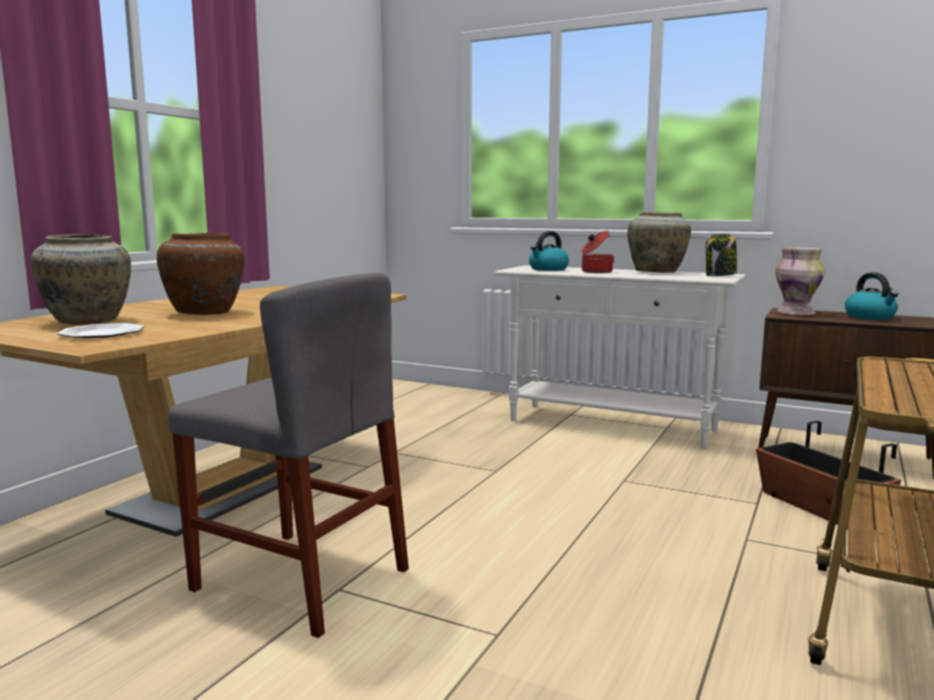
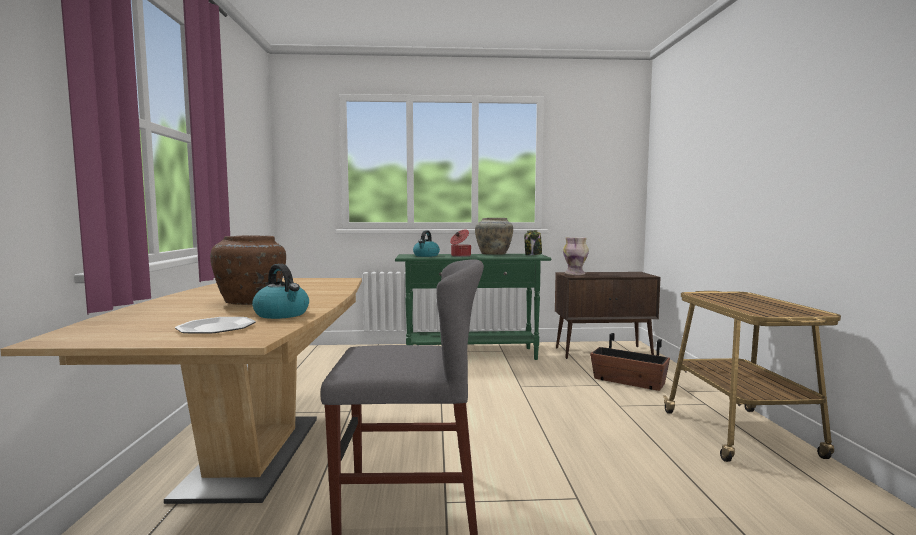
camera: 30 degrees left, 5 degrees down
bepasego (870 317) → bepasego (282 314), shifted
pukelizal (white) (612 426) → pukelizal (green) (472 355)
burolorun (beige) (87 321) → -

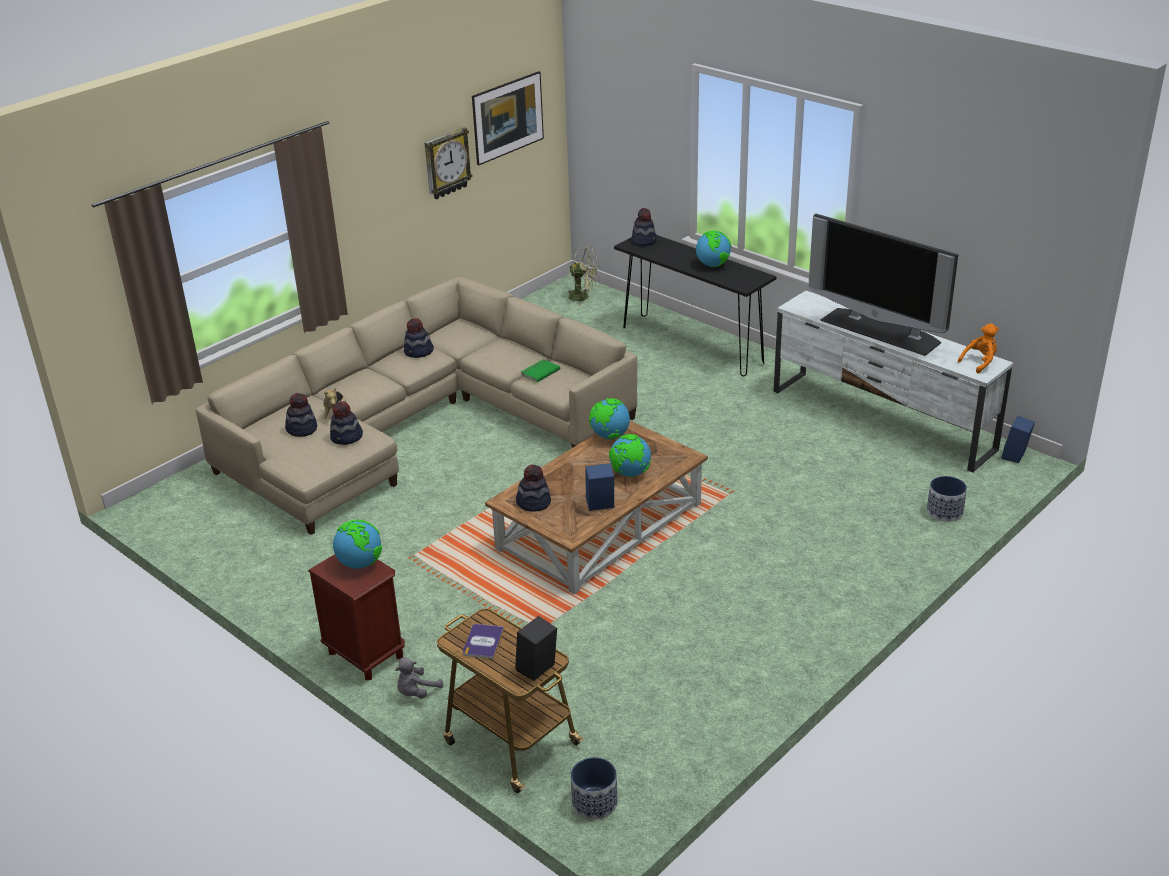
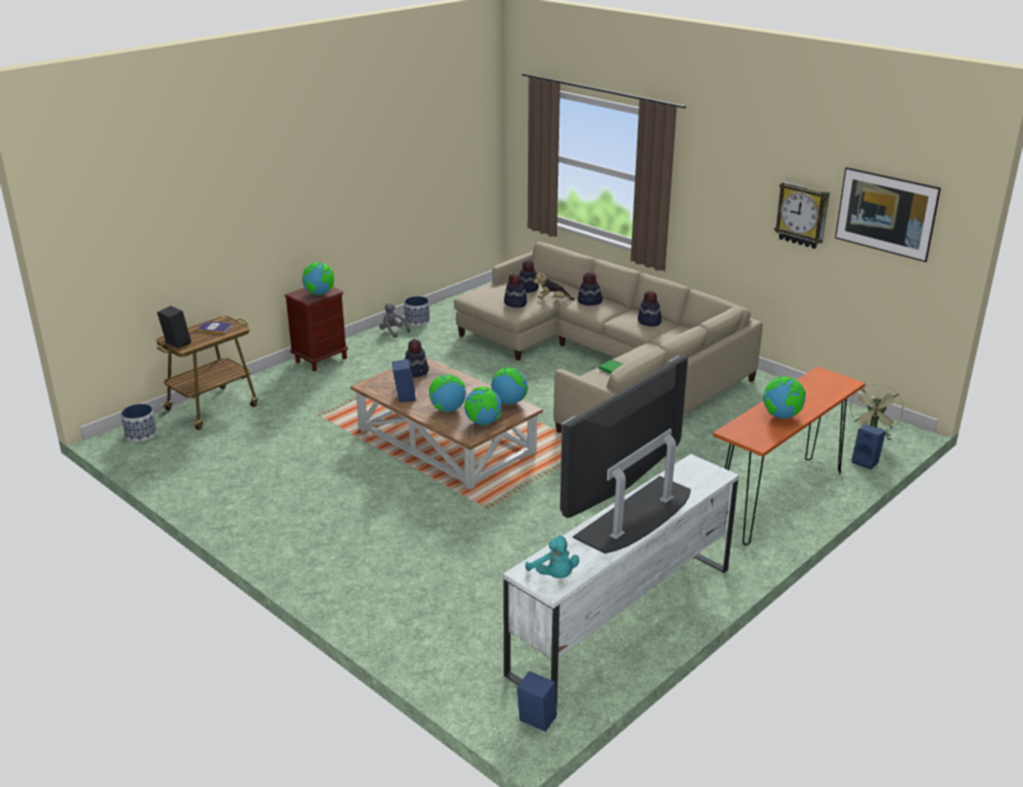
camera: 90 degrees right, 5 degrees down
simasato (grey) (416 692) → simasato (grey) (393 332), shifted
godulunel (944 512) → godulunel (417 321), shifted
- → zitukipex (483 423)
simasato (orange) (980 362) → simasato (turquoise) (554 576)
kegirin (644 241) → kegirin (589 302), shifted
pukelizal (black) (692 345) → pukelizal (orange) (779 500)
- → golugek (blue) (866 462)

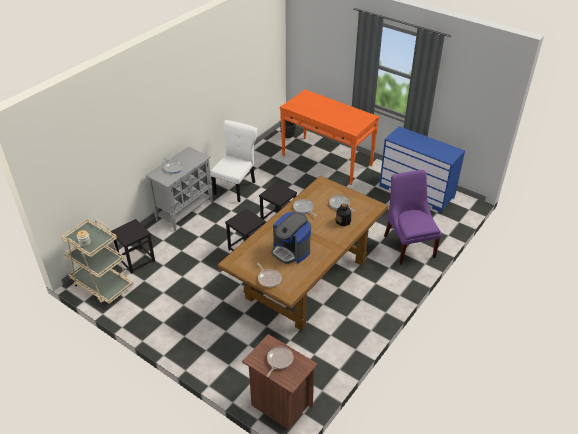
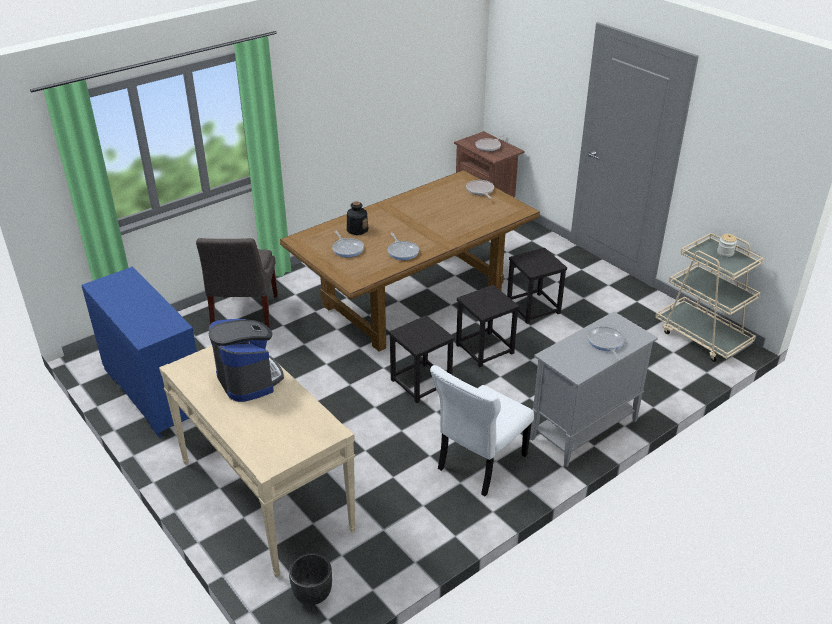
camera: 165 degrees left, 5 degrees down
pukelizal (orange) (327 160) → pukelizal (beige) (265 495)
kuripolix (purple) (408 244) → kuripolix (grey) (244 316)
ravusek (291 251) → ravusek (249 379), shifted
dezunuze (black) (136 260) → dezunuze (black) (533 308), shifted

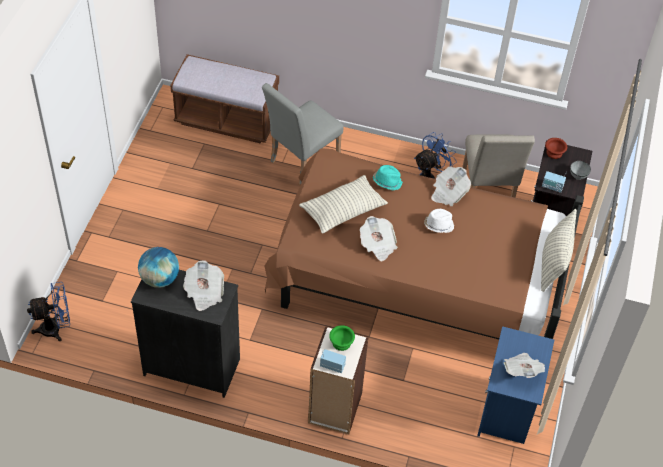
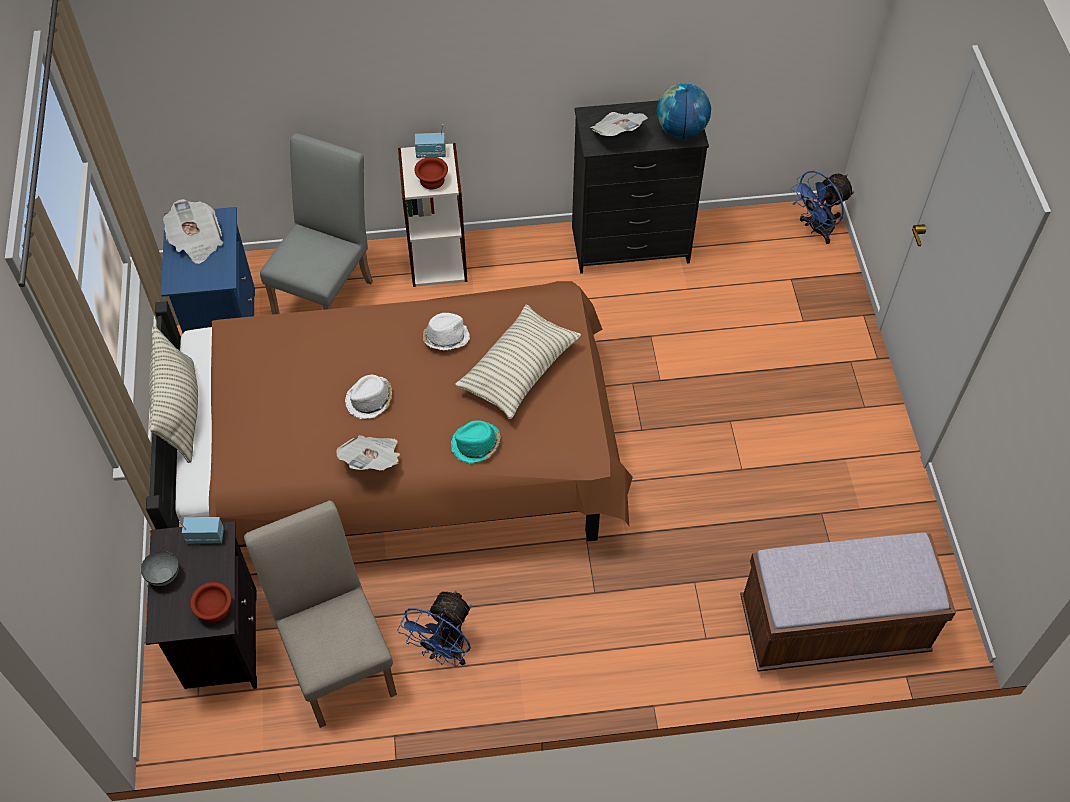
camera: 160 degrees right, 5 degrees up
kuripolix (grey) (301 162) → kuripolix (grey) (328 295), shifted
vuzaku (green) (341 343) → vuzaku (brown) (432 180)
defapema (377 245) → kegirin (white) (445 337)

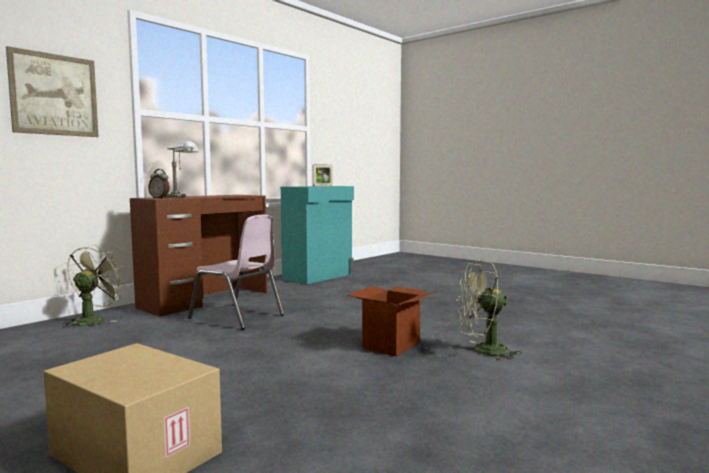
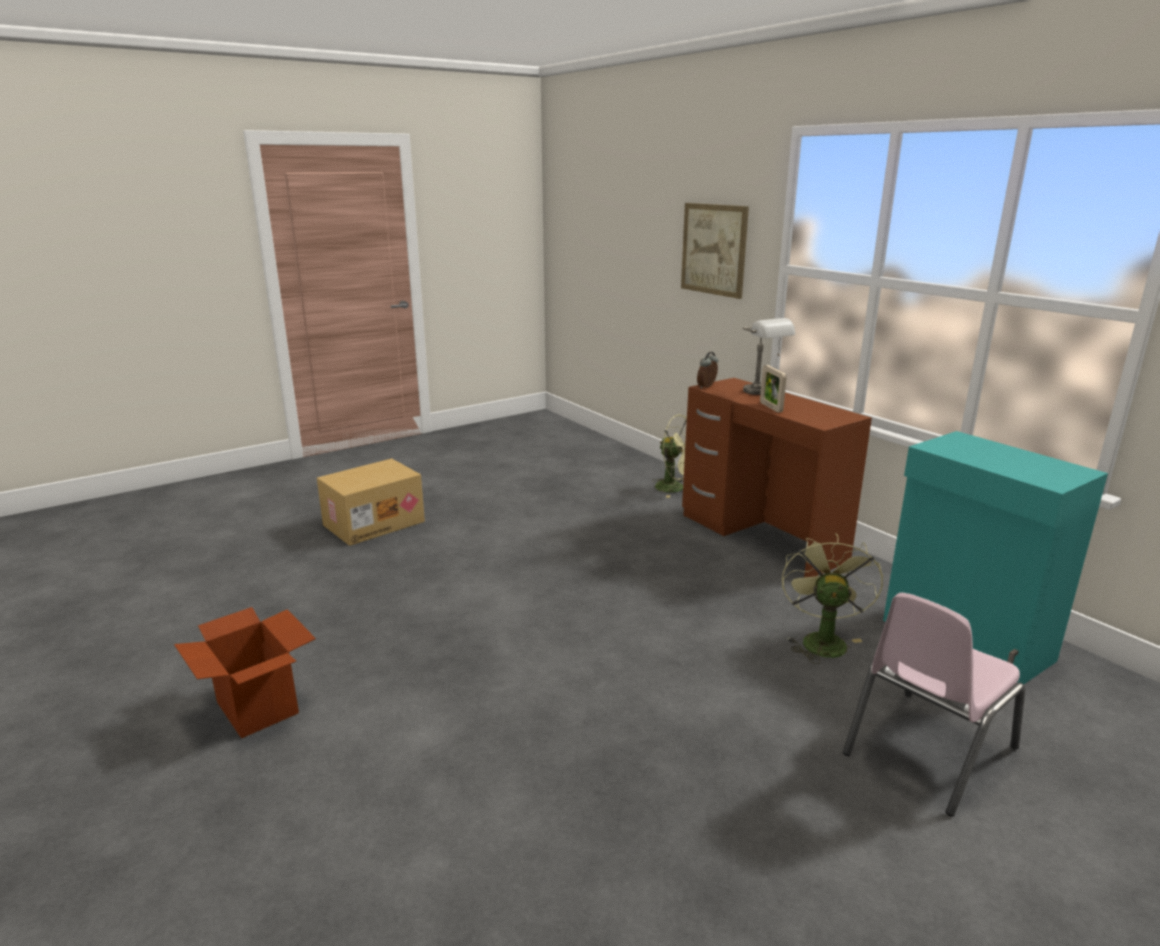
camera: 105 degrees right, 15 degrees up
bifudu (391 345) → bifudu (258 708), shifted
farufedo (322 186) → farufedo (771 407), shifted
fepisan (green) (483 351) → fepisan (green) (821 640), shifted
kuripolix (pink) (237 317) → kuripolix (pink) (927 750), shifted

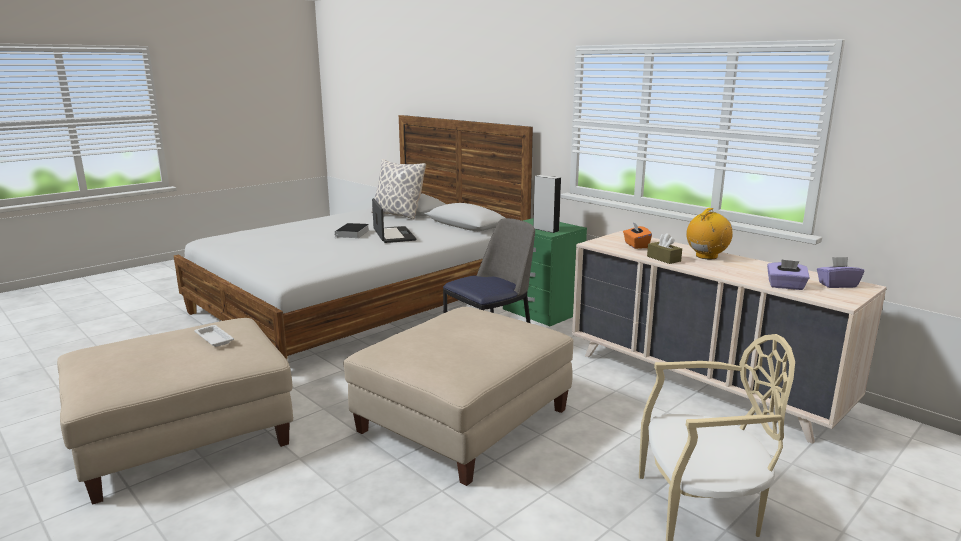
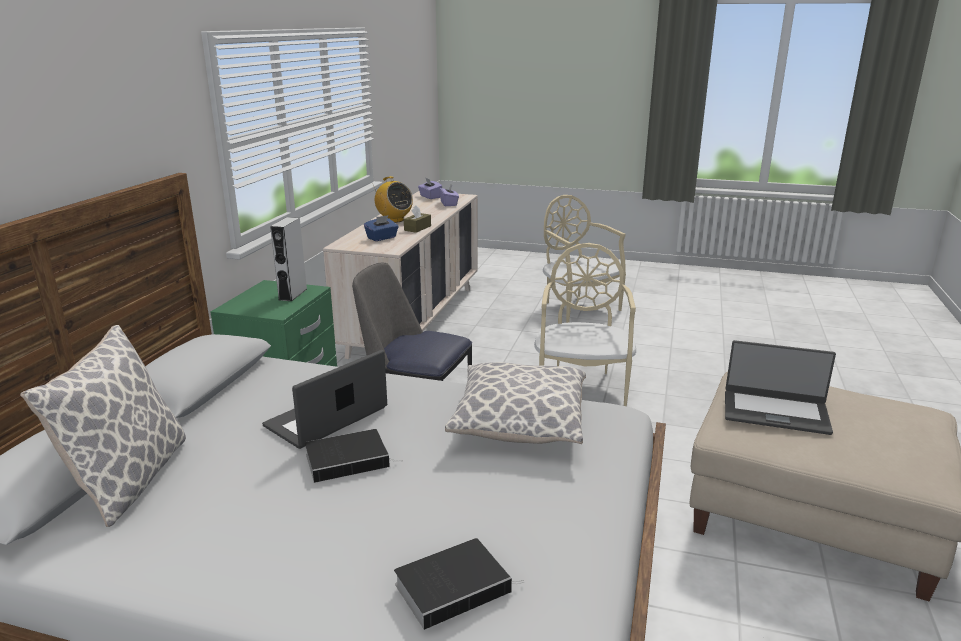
camera: 120 degrees left, 5 degrees up
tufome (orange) (636 245) → tufome (blue) (382 238)
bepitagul (706 256) → bepitagul (394 220), 150 degrees counterclockwise
- → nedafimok (455 586)
- → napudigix (519 425)
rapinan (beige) (464 420) → kuripolix (beige) (582 386)
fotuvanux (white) (213 338) → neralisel (775 412)

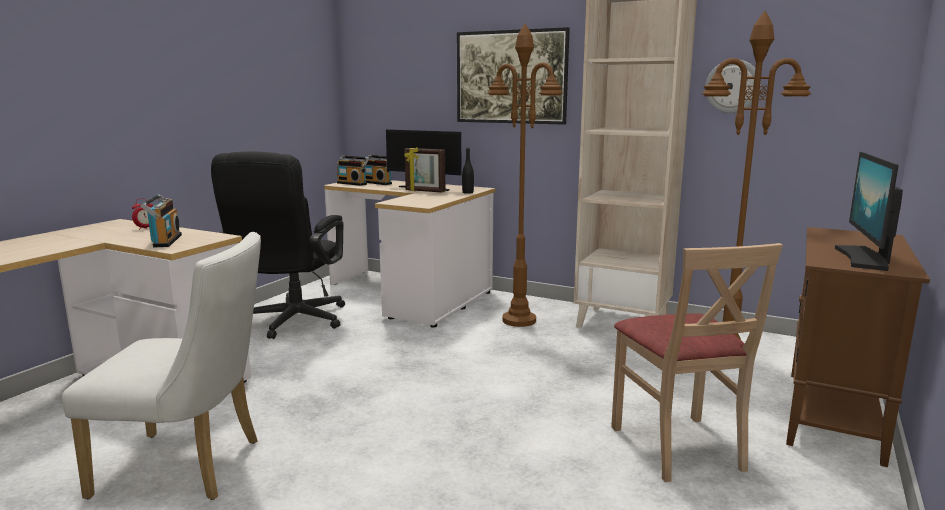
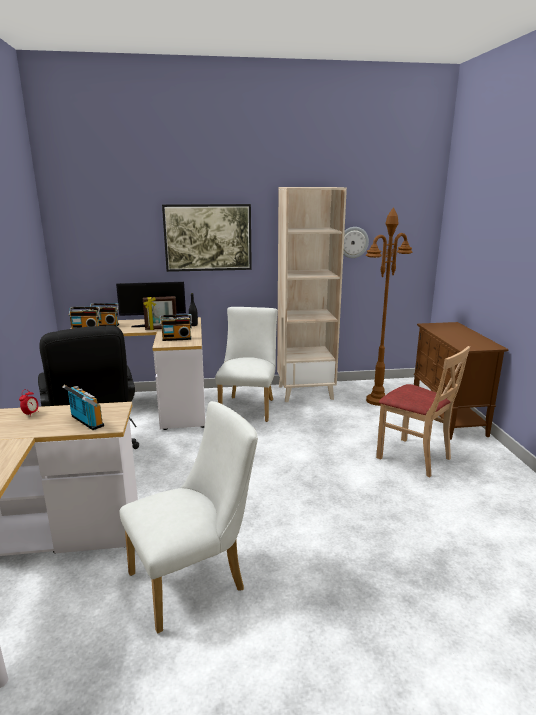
camera: 35 degrees left, 5 degrees up
- → bepitagul (177 338)
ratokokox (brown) (519 320) → kuripolix (white) (249 407)
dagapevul (864 258) → -

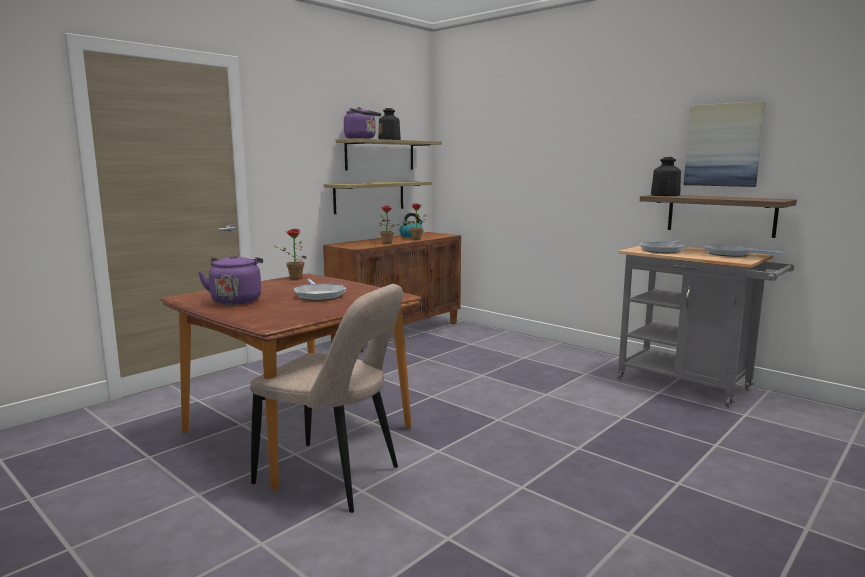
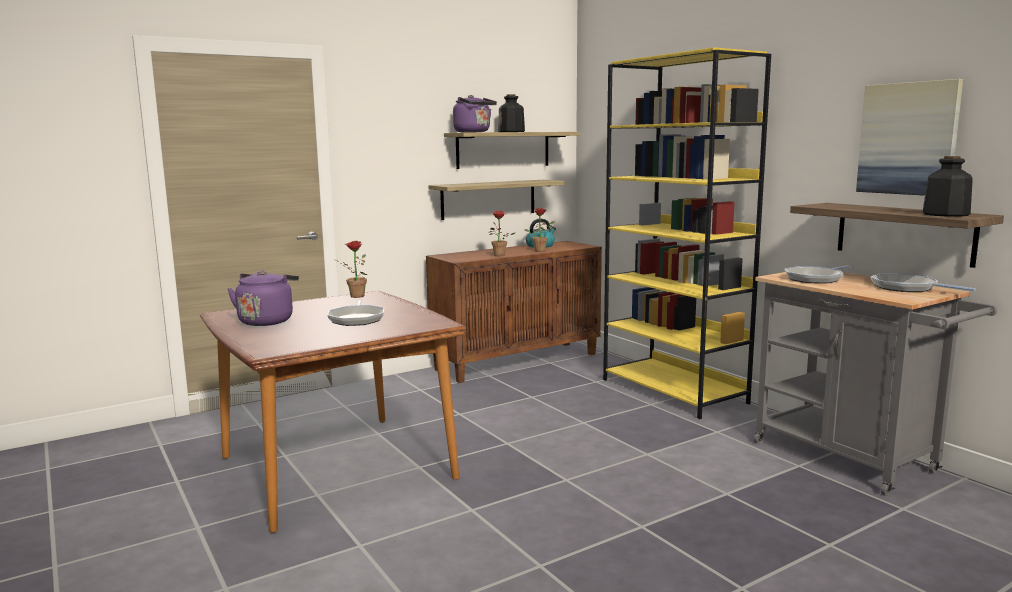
camera: 15 degrees right, 0 degrees up
- → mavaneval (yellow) (674 391)
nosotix (665 195) → nosotix (945 214), shifted
kuripolix (beige) (333 477) → -

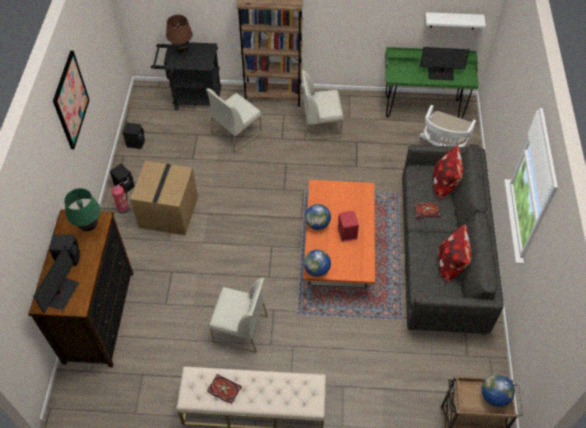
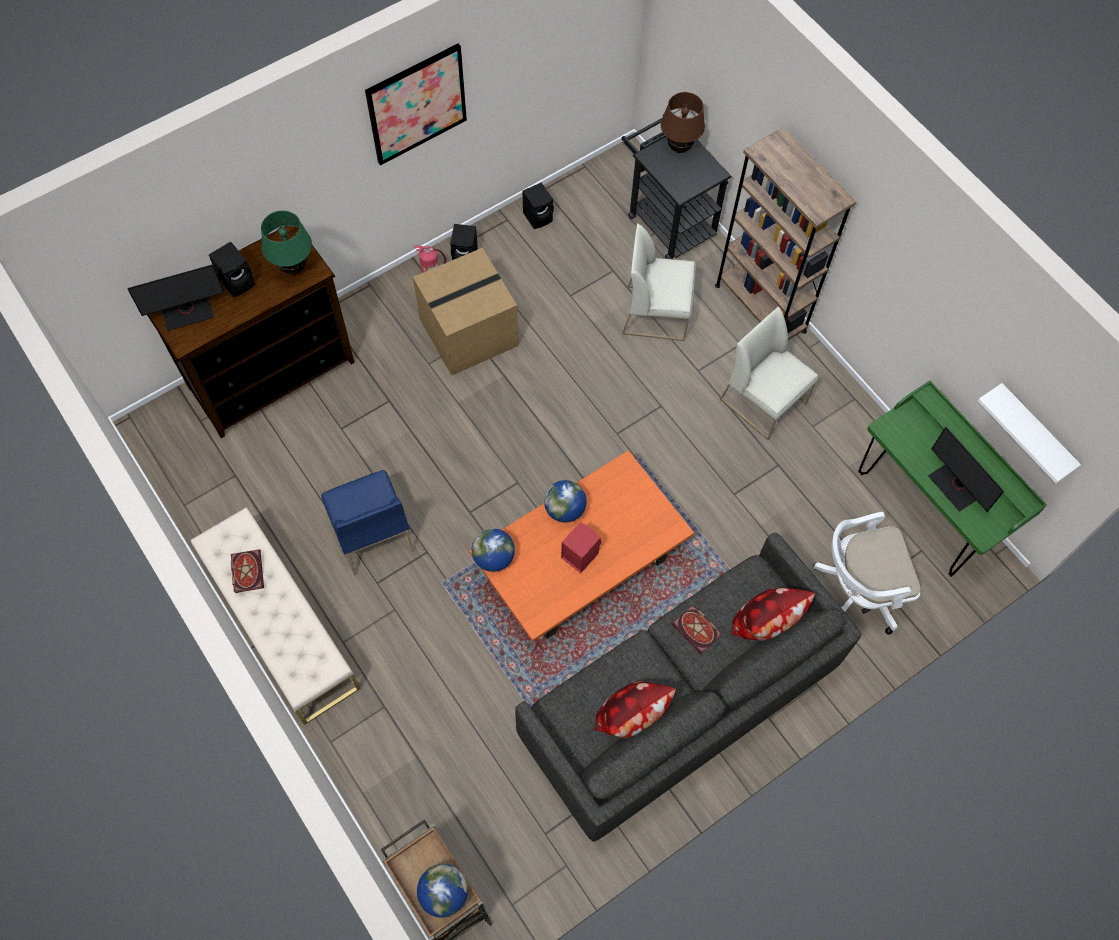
camera: 50 degrees right, 10 degrees up
kuripolix (white) (240 329) → kuripolix (blue) (371 533)

